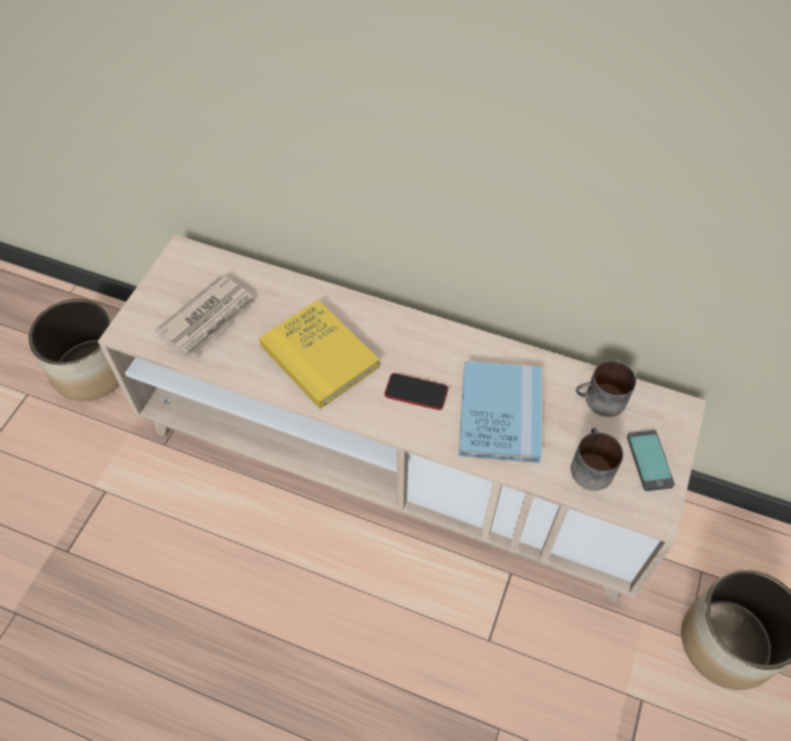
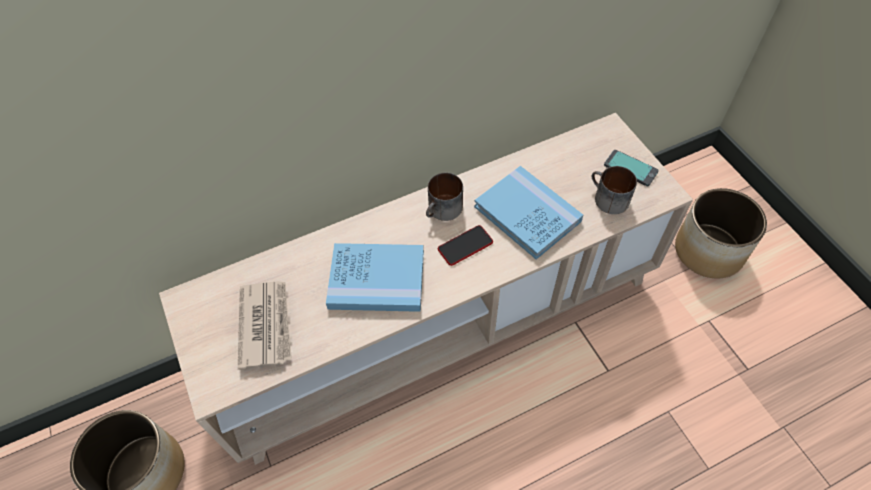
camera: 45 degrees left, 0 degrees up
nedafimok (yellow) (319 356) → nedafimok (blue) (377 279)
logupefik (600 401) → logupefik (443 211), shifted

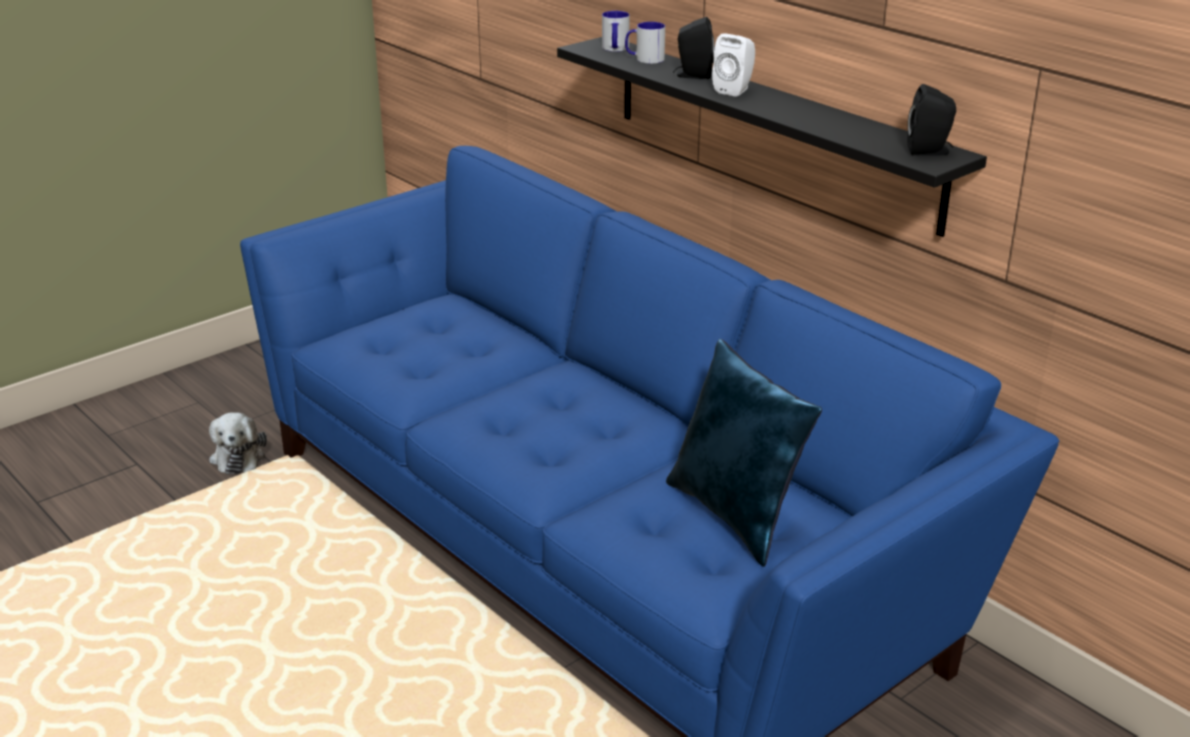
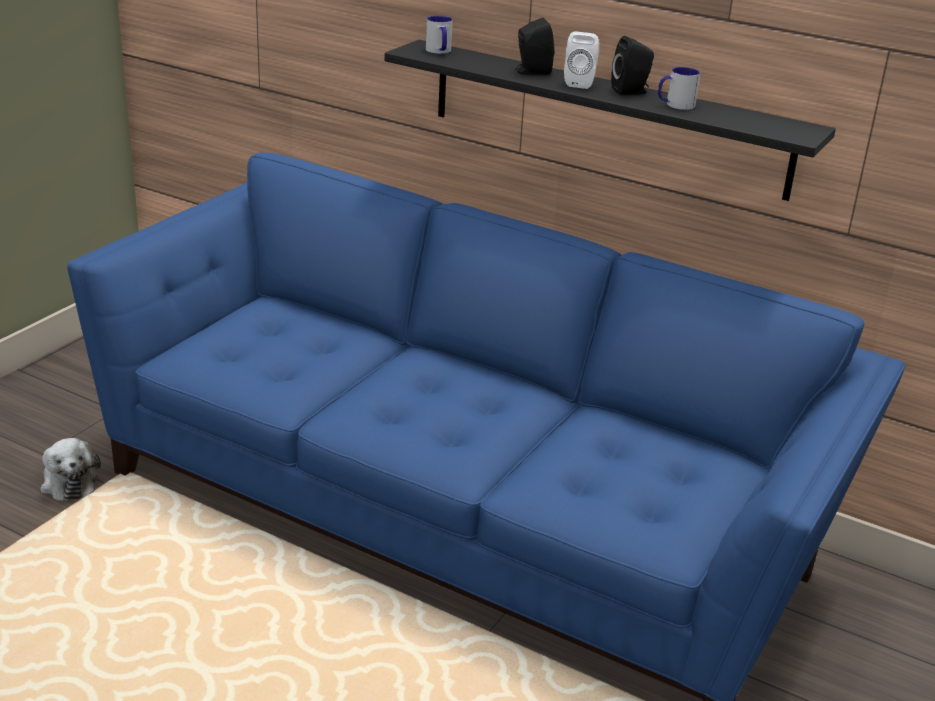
camera: 20 degrees left, 0 degrees up
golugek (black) (930 151) → golugek (black) (631 92), shifted
logupefik (644 59) → logupefik (675 105), shifted
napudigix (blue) (737 515) → -

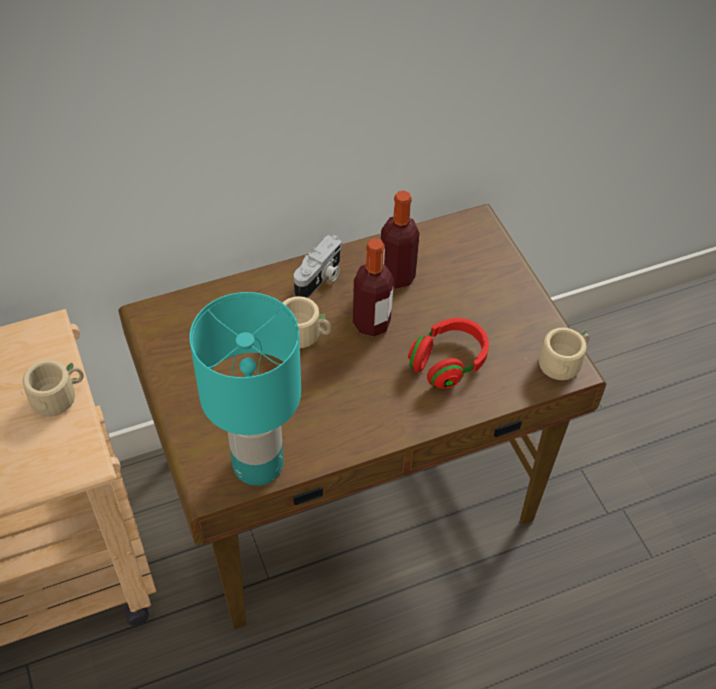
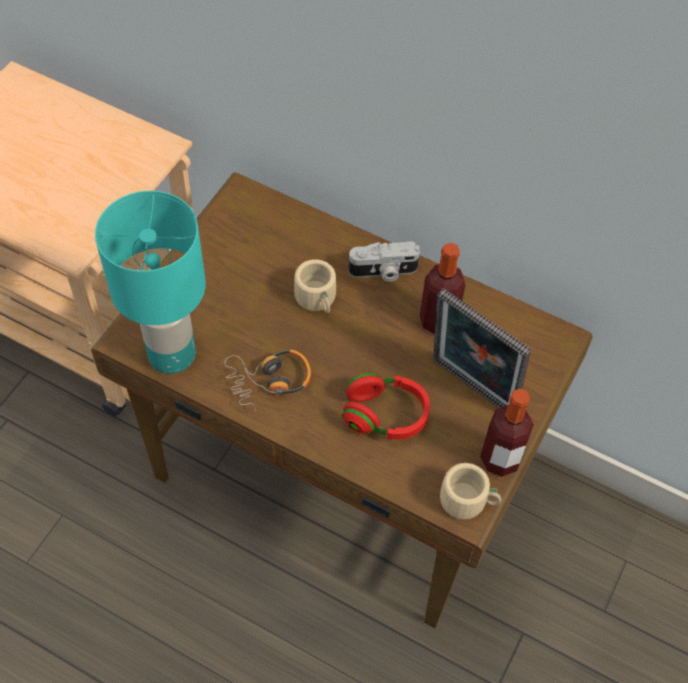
camera: 50 degrees right, 5 degrees up
- → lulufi (269 381)
- → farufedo (470 389)
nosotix (371 324) → nosotix (500 459), shifted
logupefik (beige) (58 395) → -

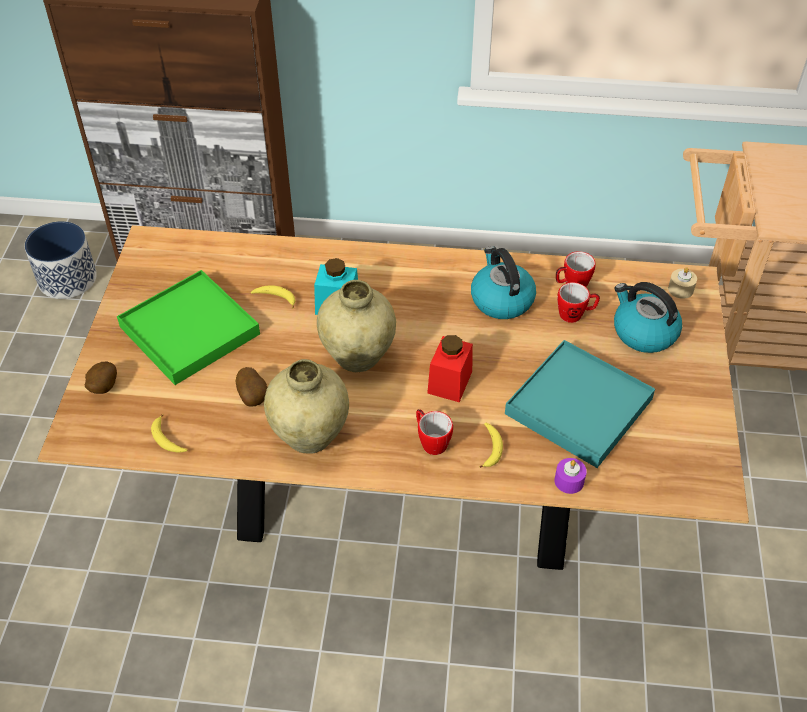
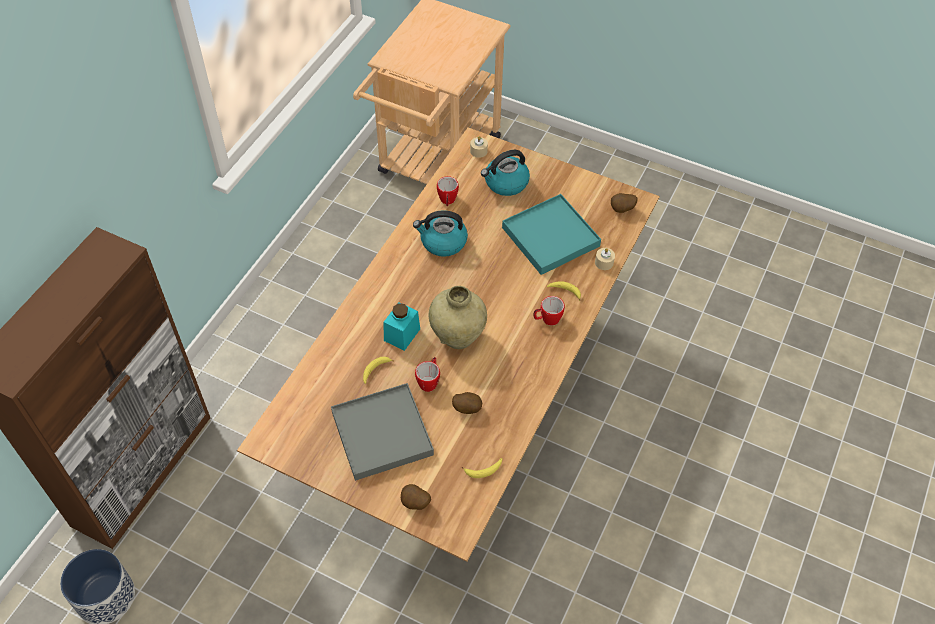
camera: 70 degrees left, 5 degrees up
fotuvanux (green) (190 330) → fotuvanux (grey) (382 433)
logupefik (575 314) → logupefik (429 381), shifted
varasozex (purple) (569 481) → varasozex (beige) (604 262)
- → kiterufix (622 210)
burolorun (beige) (310 436) → -
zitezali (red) (450 382) → -

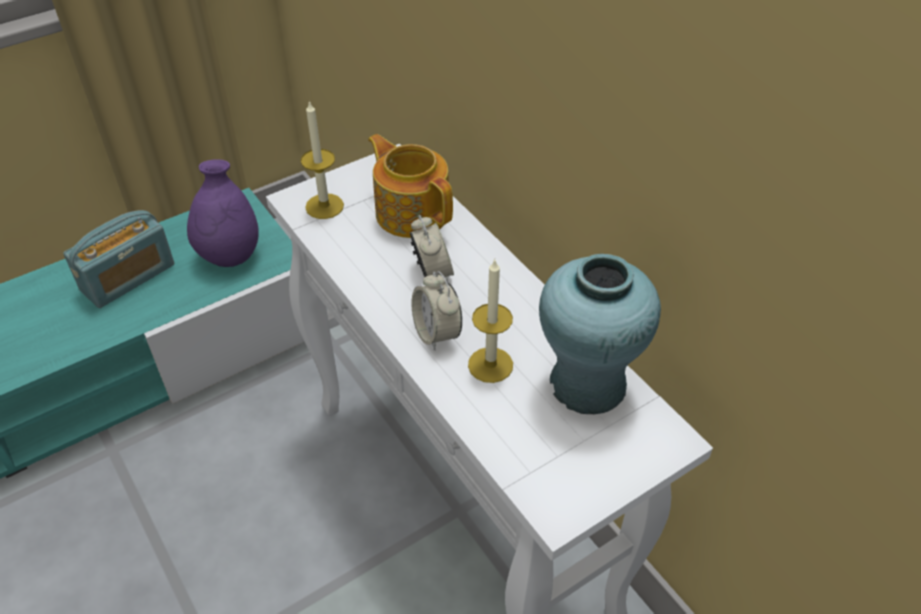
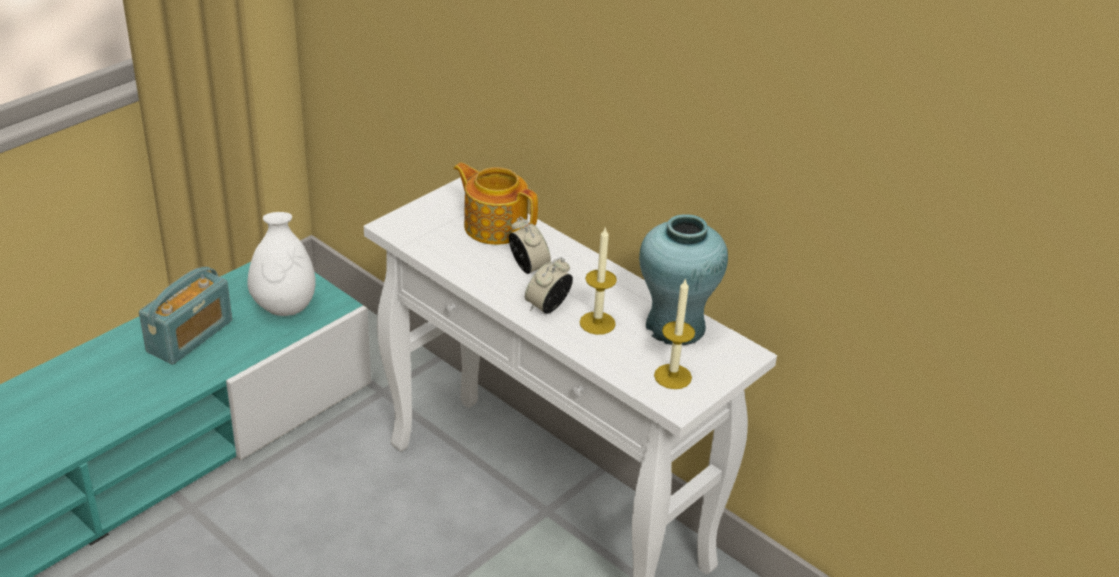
camera: 15 degrees left, 10 degrees down
burolorun (purple) (230 255) → burolorun (white) (284 307)
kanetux (437 333) → kanetux (548 307), 75 degrees clockwise
varasozex (324 206) → varasozex (672 376), shifted

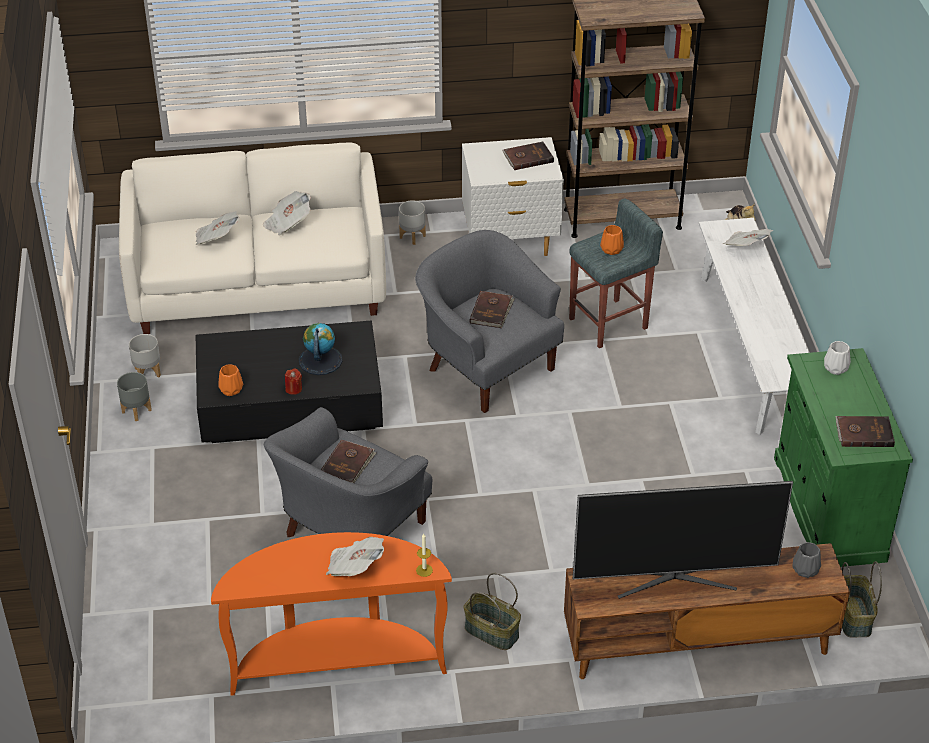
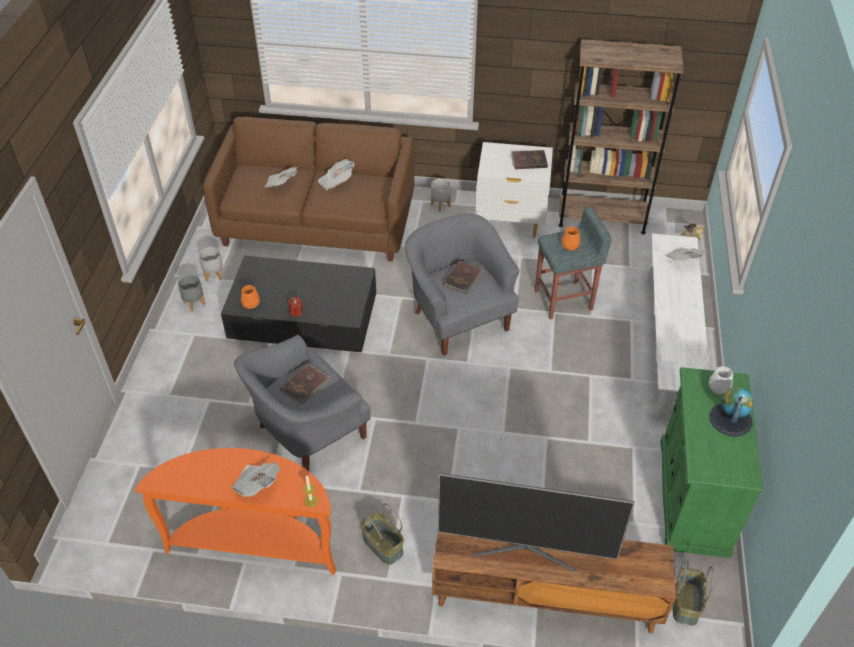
camera: 15 degrees right, 5 degrees up
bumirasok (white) (258 283) → bumirasok (brown) (318 221)
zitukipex (320 360) → zitukipex (730 419), shifted
burolorun (grey) (805 569) → -
nedafimok (brown) (863 433) → -

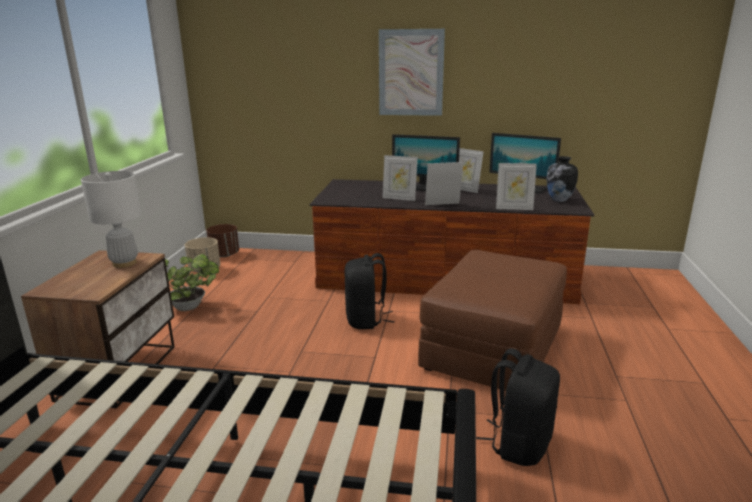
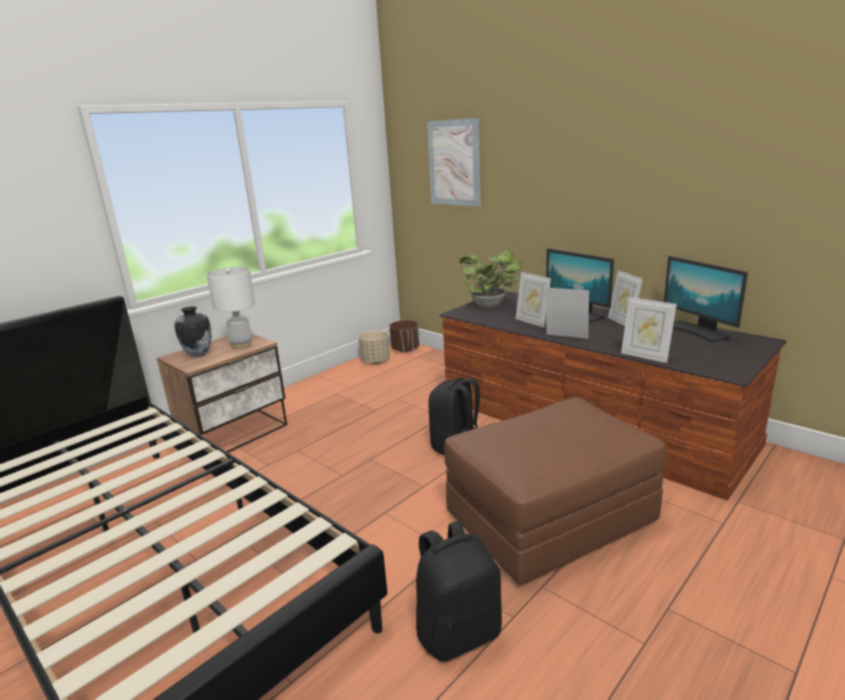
camera: 35 degrees right, 0 degrees up
burolorun (559 200) → burolorun (198 355), shifted
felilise (411 73) → felilise (454 163), shifted
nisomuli (190 307) → nisomuli (490 306), shifted

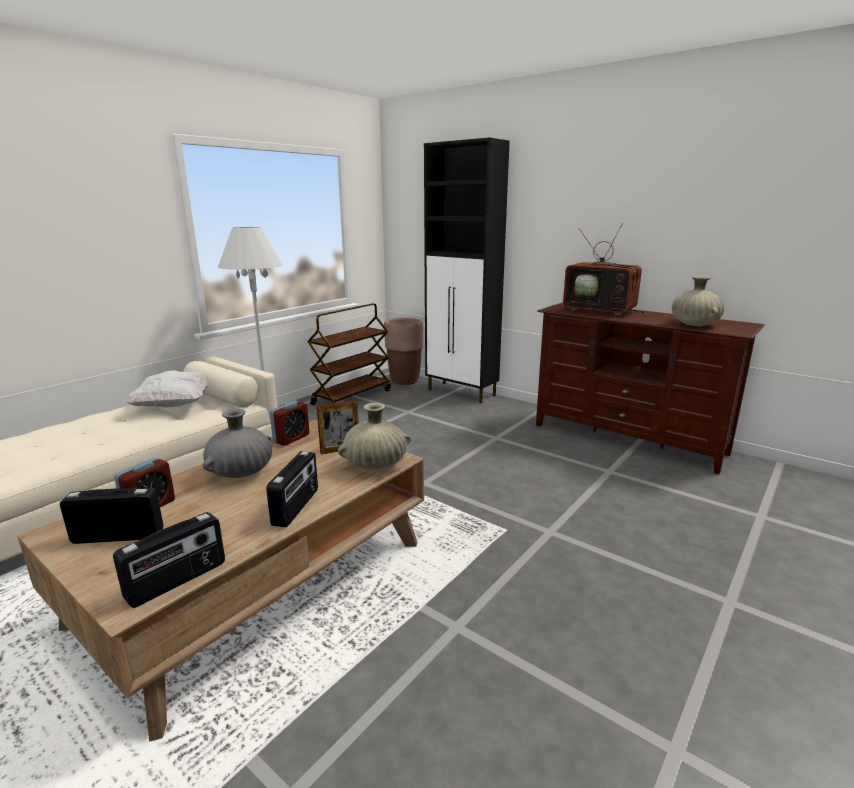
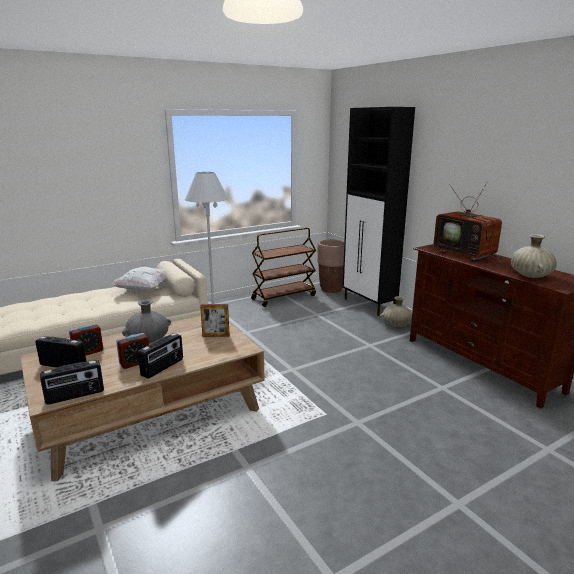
camera: 20 degrees right, 0 degrees up
kanetux (291 438) → kanetux (135 363), shifted
burolorun (beige) (375 465) → burolorun (beige) (396 325), shifted

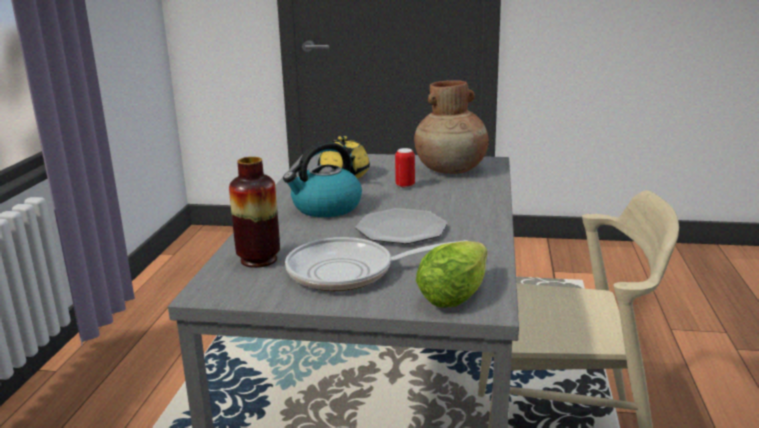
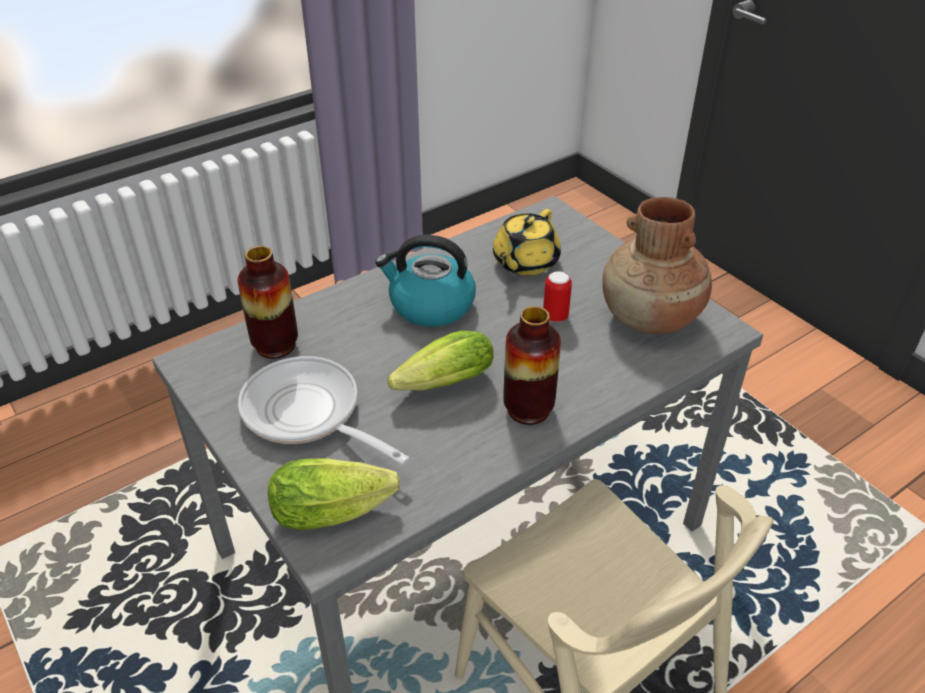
camera: 45 degrees right, 20 degrees up
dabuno (401 229) → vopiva (440 385)
- → burolorun (528 409)

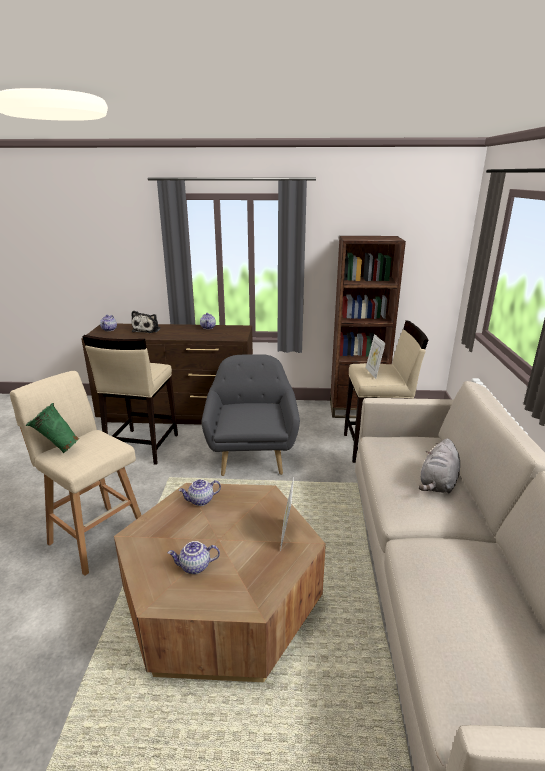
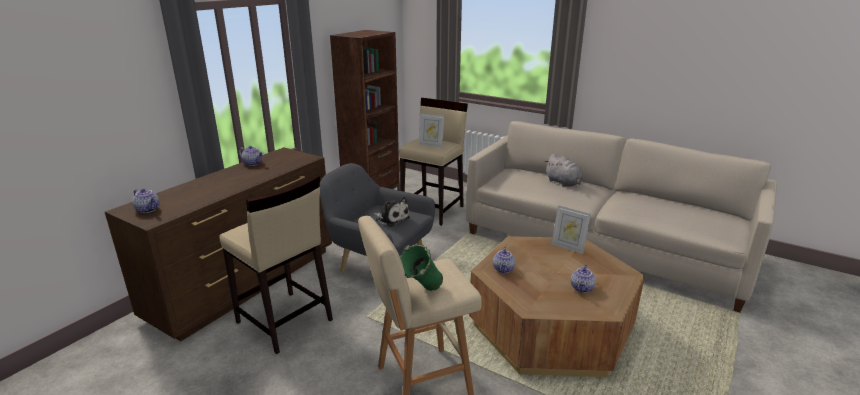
camera: 60 degrees left, 0 degrees up
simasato (147 330) → simasato (391 219), shifted

